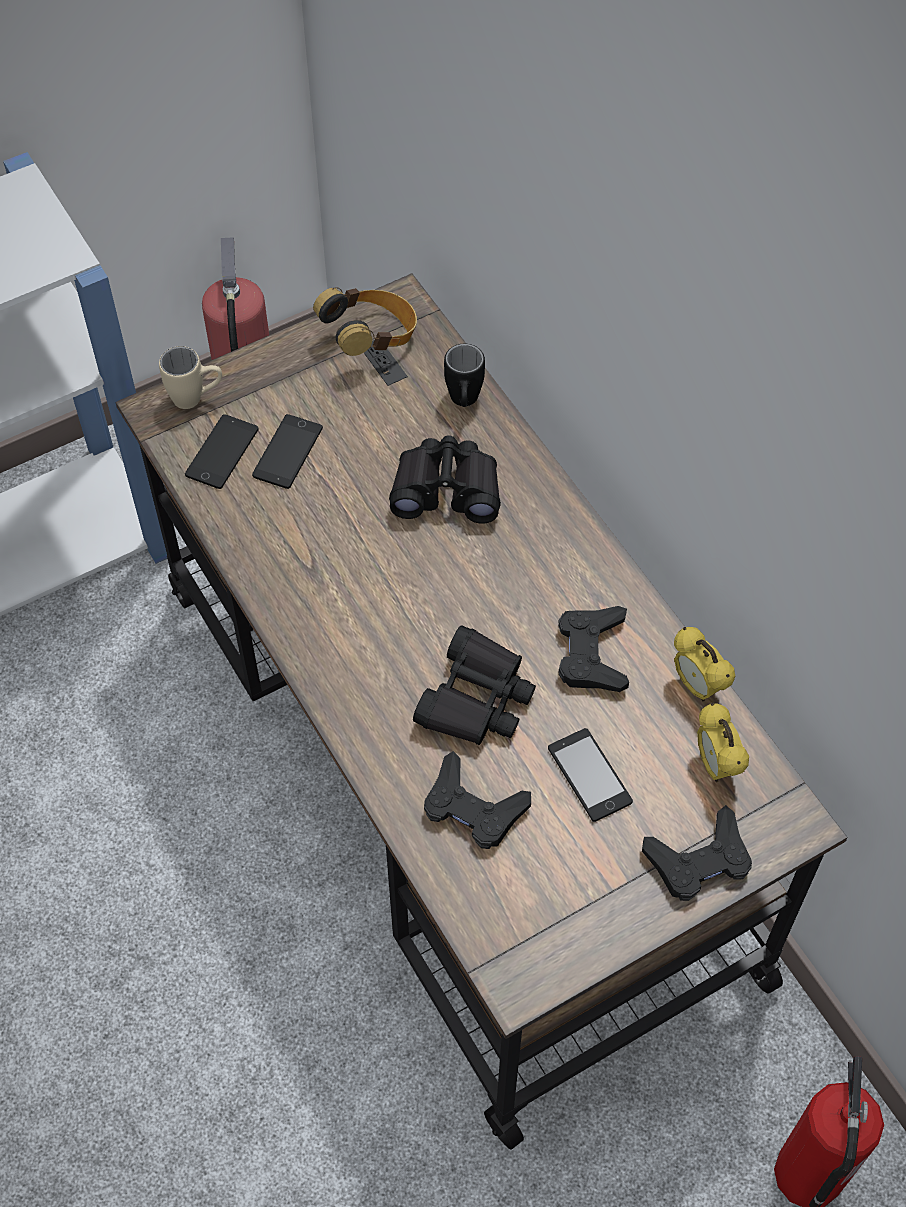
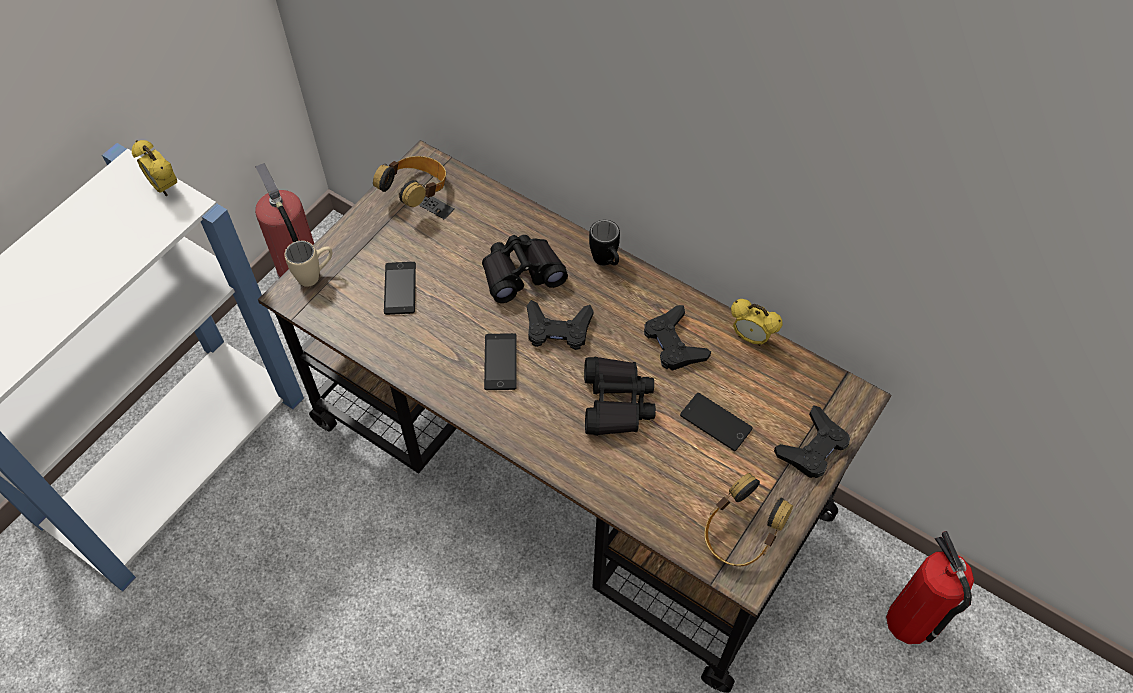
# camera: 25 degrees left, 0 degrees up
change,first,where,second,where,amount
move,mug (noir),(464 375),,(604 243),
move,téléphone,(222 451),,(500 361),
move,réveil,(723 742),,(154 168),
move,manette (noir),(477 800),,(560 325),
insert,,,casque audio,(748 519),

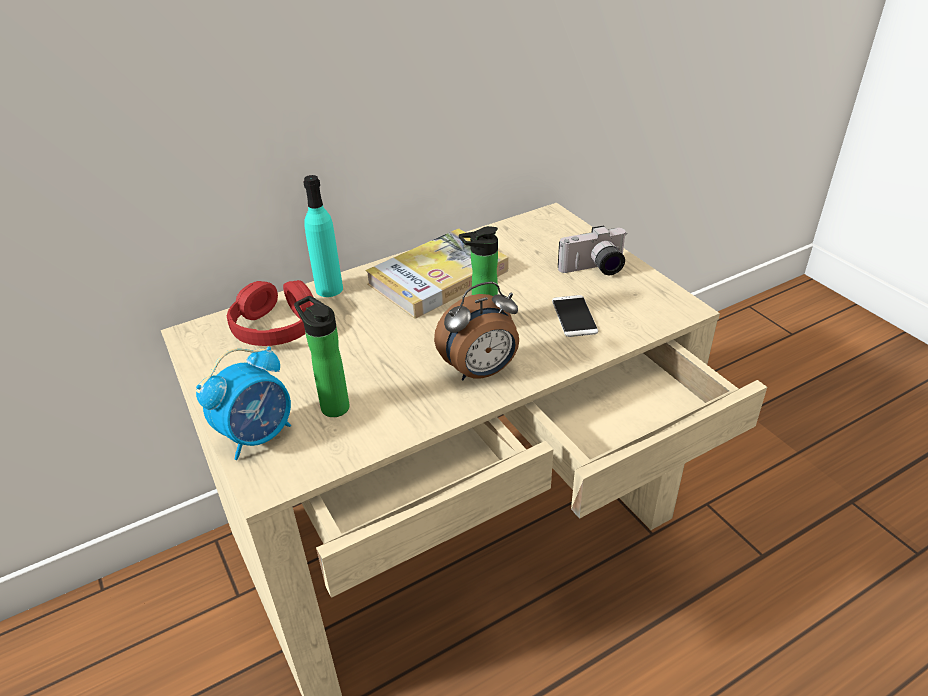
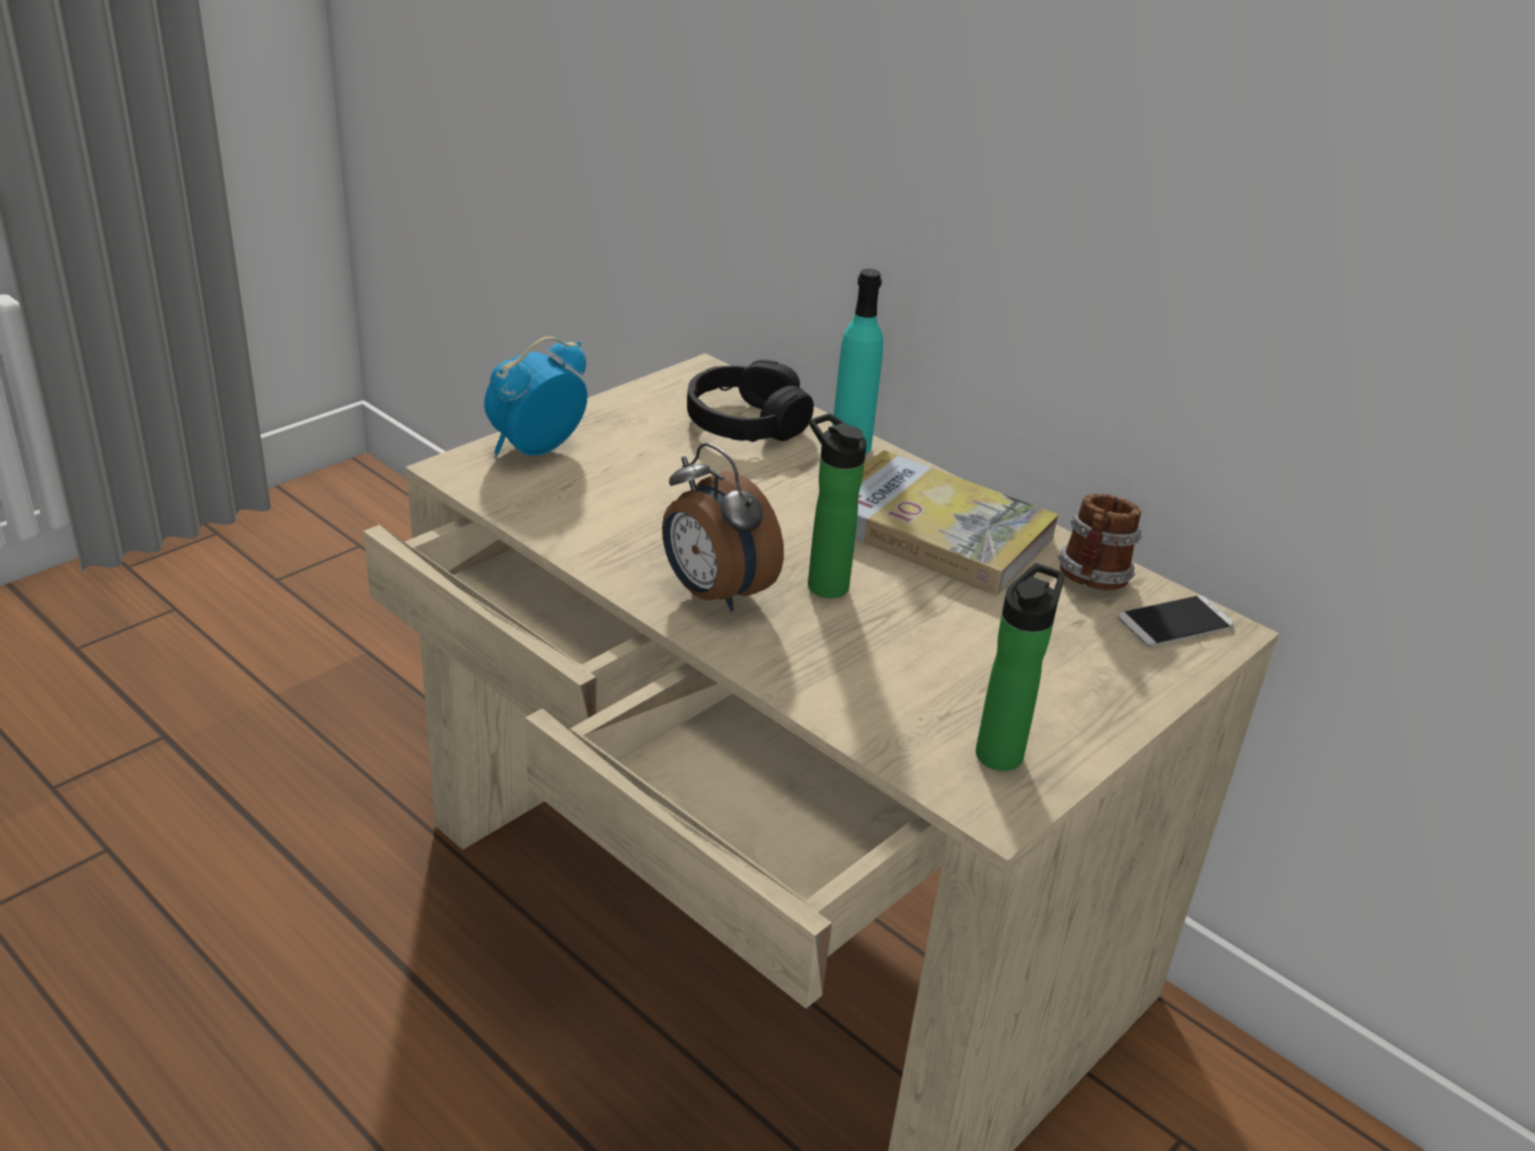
# camera: 70 degrees right, 5 degrees down
change,first,where,second,where,amount
delete,appareil photo,(592 250),,,
recolor,casque audio (rouge),(270 313),casque audio (noir),(750 401),
move,téléphone,(575 316),,(1176 620),
move,bouteille,(322 356),,(1020 667),
rotate,réveil,(243 403),,(536 396),105 degrees clockwise
insert,,,mug,(1100 542),

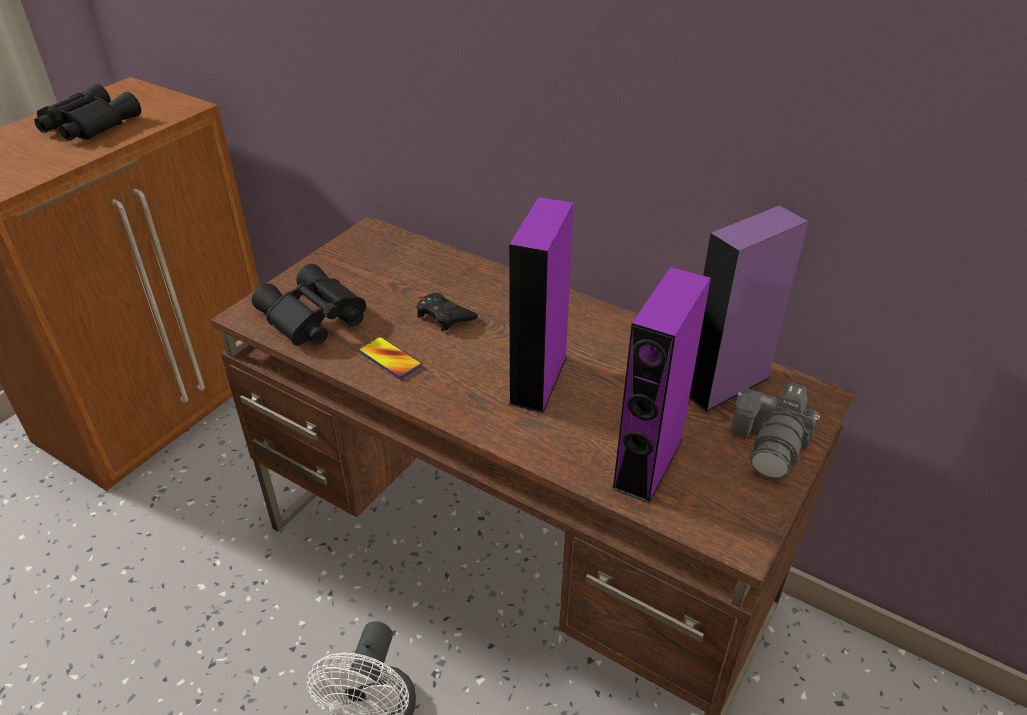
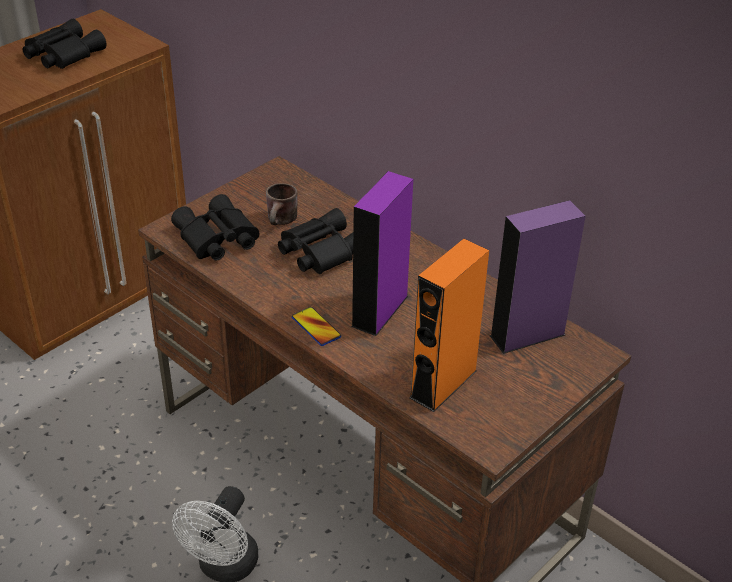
# camera: 10 degrees right, 0 degrees up
change,first,where,second,where,amount
recolor,enceinte (violet),(661 385),enceinte (orange),(449 325),
replace,manette (noir),(447 312),jumelles (noir),(315 241),
move,téléphone,(390 358),,(316 326),
delete,appareil photo,(775 430),,,
insert,,,mug (marron),(281 204),

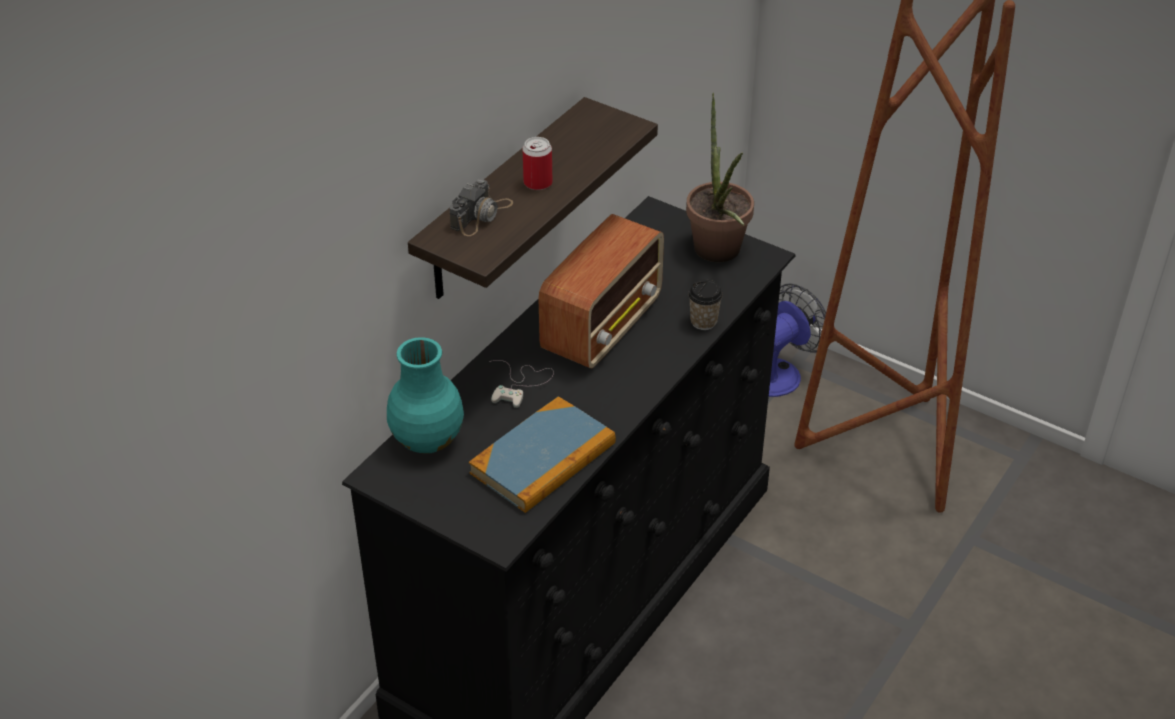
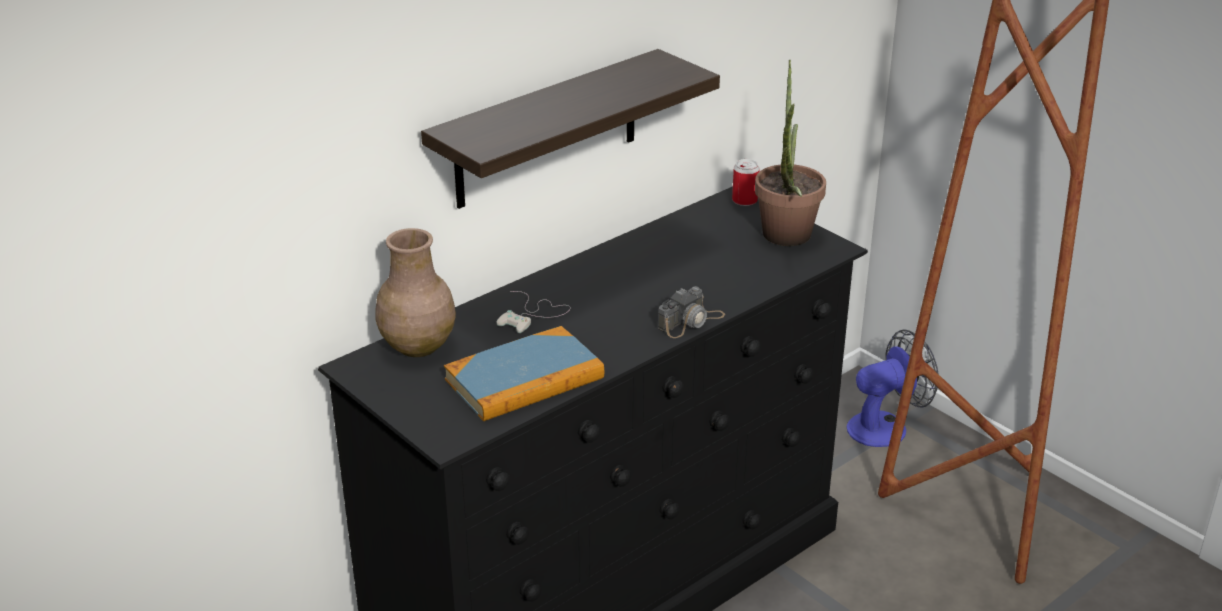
# camera: 15 degrees right, 10 degrees down
change,first,where,second,where,amount
move,boîte métallique,(537 163),,(746 182),
move,appareil photo,(481 207),,(691 312),
delete,radio,(601 291),,,
delete,tasse,(705 304),,,
recolor,vase (turquoise),(425 395),vase (marron),(415 292),

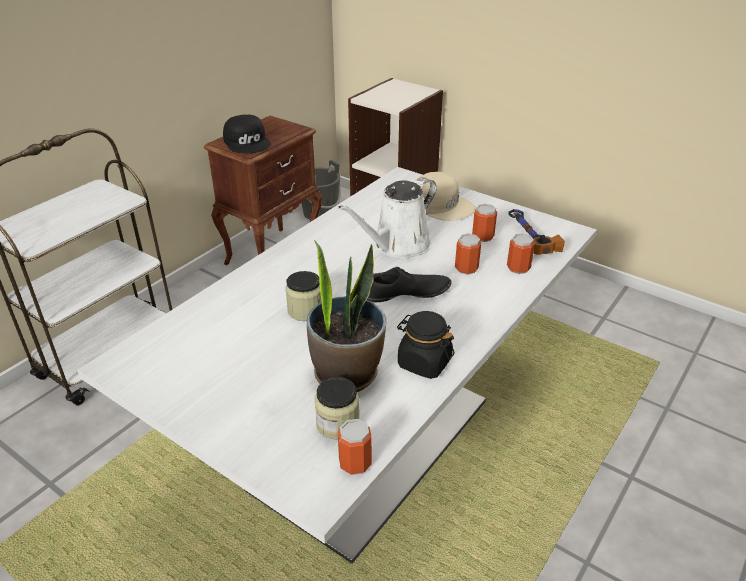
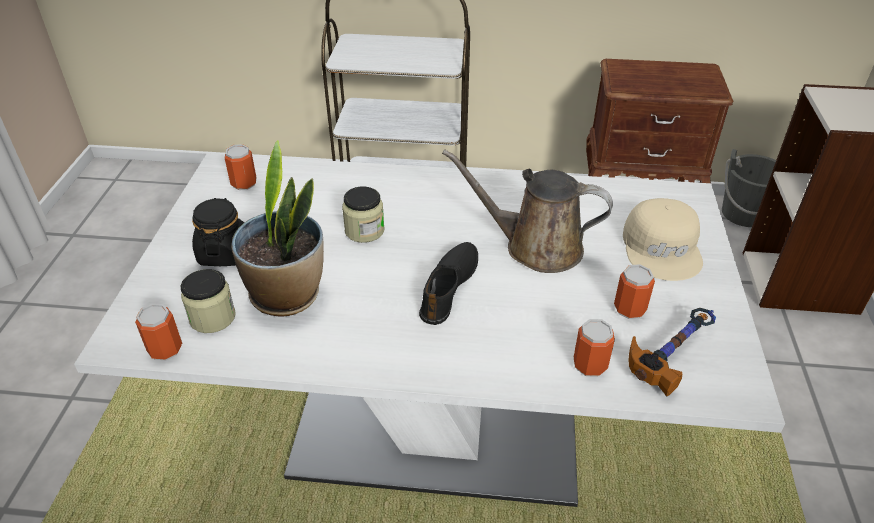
# camera: 60 degrees right, 5 degrees up
change,first,where,second,where,amount
delete,casquette (noir),(247 134),,,
recolor,arrosoir (blanc),(387 217),arrosoir (marron),(527 211),
move,boîte métallique,(468 254),,(241 167),
rotate,chaussure (noir),(409 284),,(448 283),120 degrees counterclockwise
move,bocal (noir),(425 345),,(218 232),

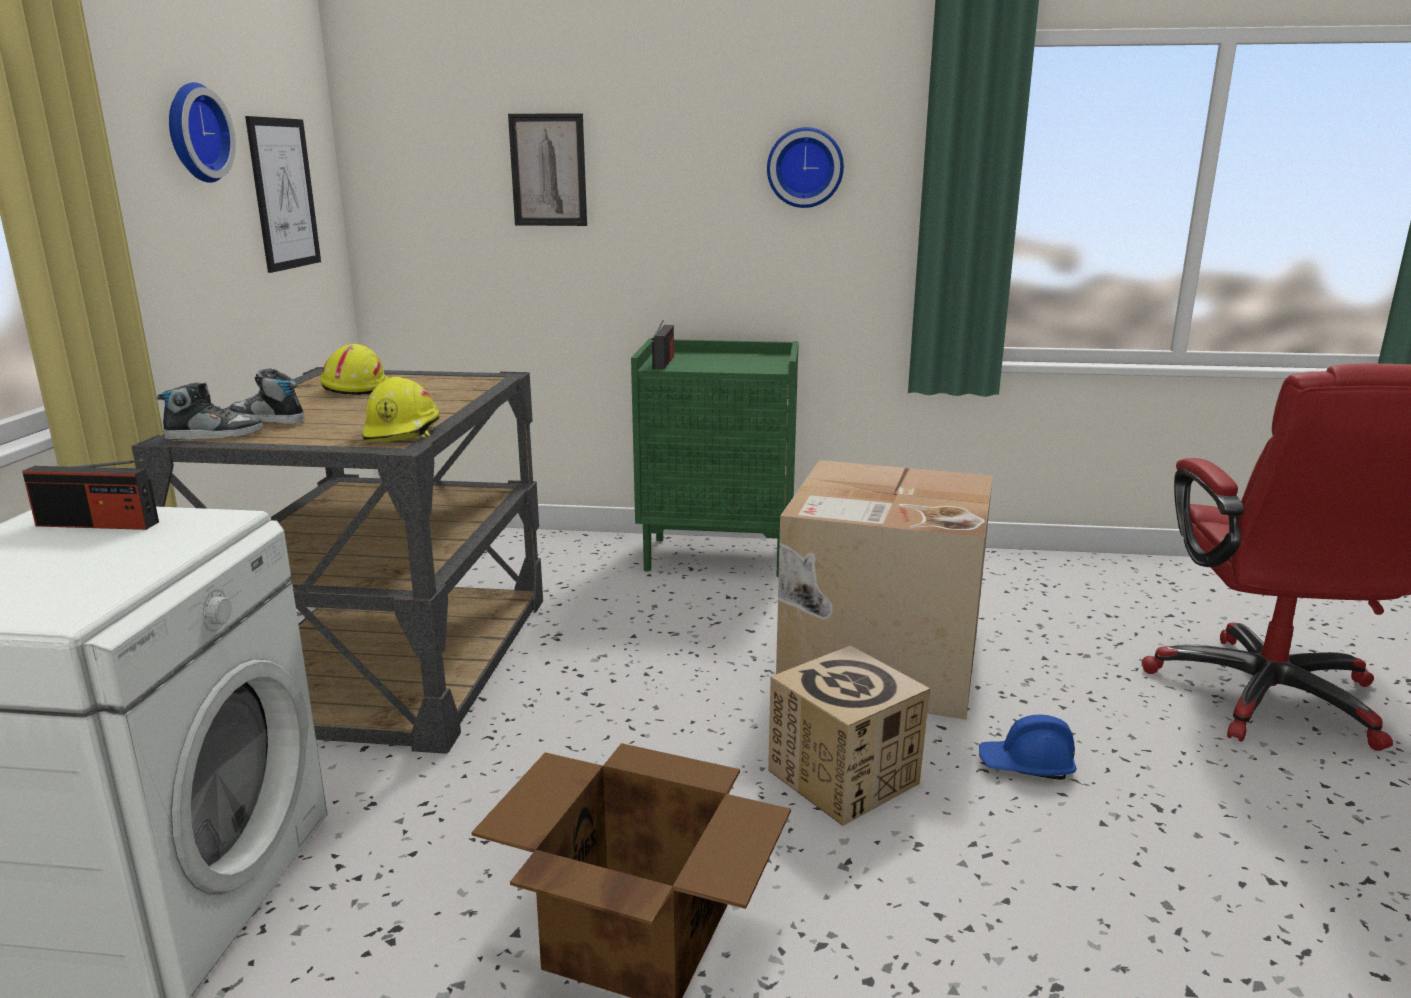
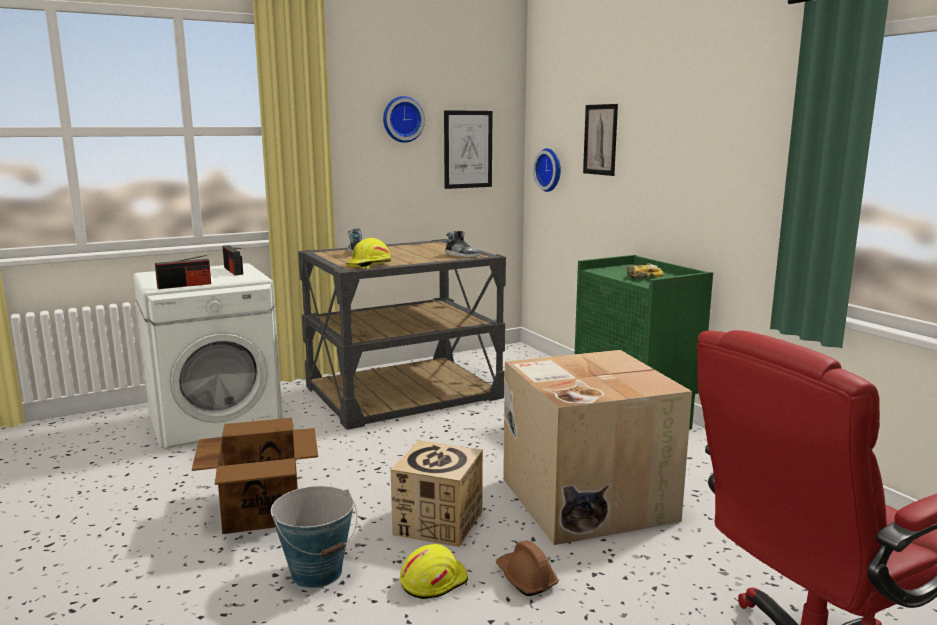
# camera: 55 degrees right, 5 degrees down
change,first,where,second,where,amount
move,horloge murale,(805 167),,(547 170),
move,radio,(663 345),,(183 272),
move,casque de chantier (jaune),(354 369),,(434 571),
move,chaussure,(210 411),,(462 244),
recolor,casque de chantier (bleu),(1027 747),casque de chantier (marron),(527 568),
insert,,,perceuse,(644 270),
insert,,,seau,(314 537),

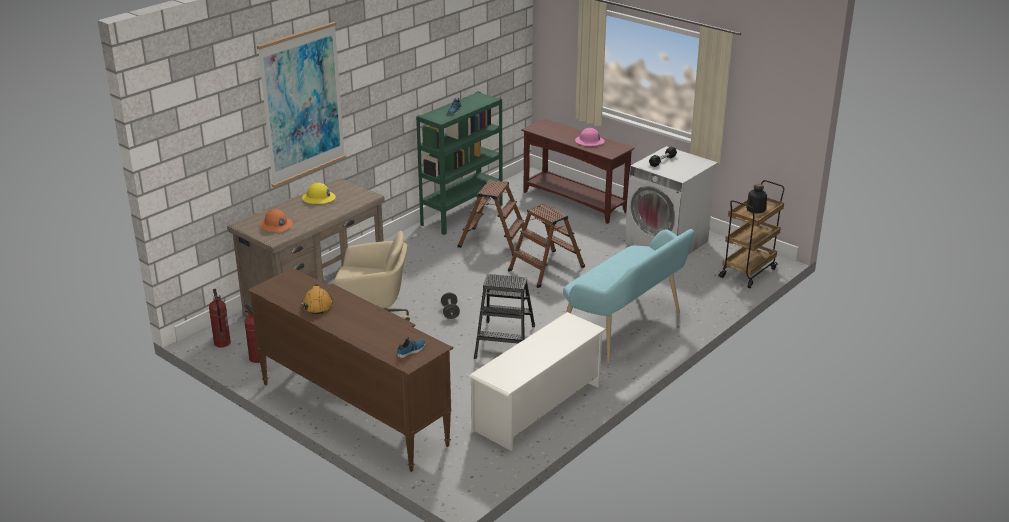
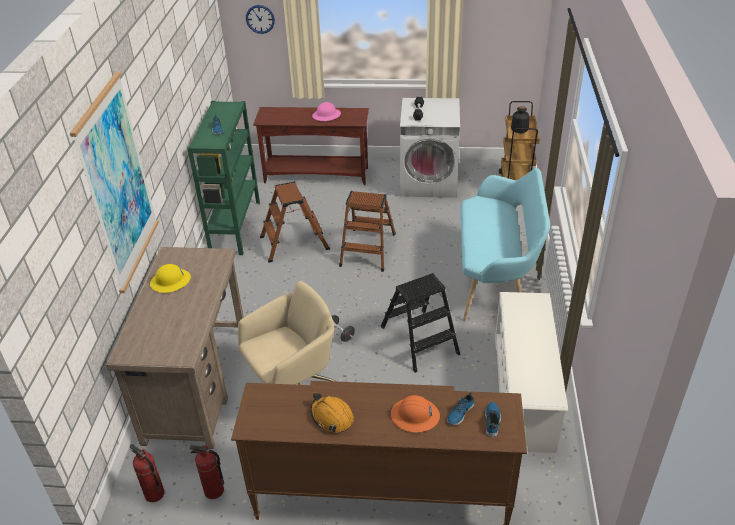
# camera: 35 degrees left, 10 degrees up
change,first,where,second,where,amount
move,casque de chantier (orange),(276 220),,(415 413),
insert,,,horloge murale,(260 19),
insert,,,chaussure,(460 409),

